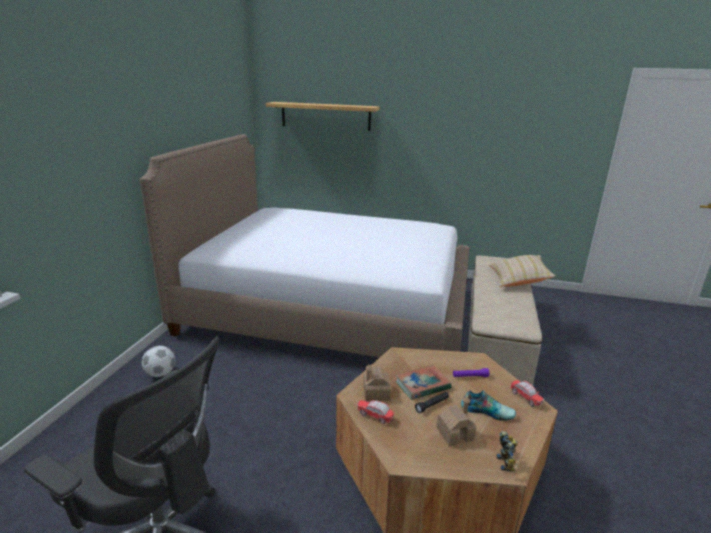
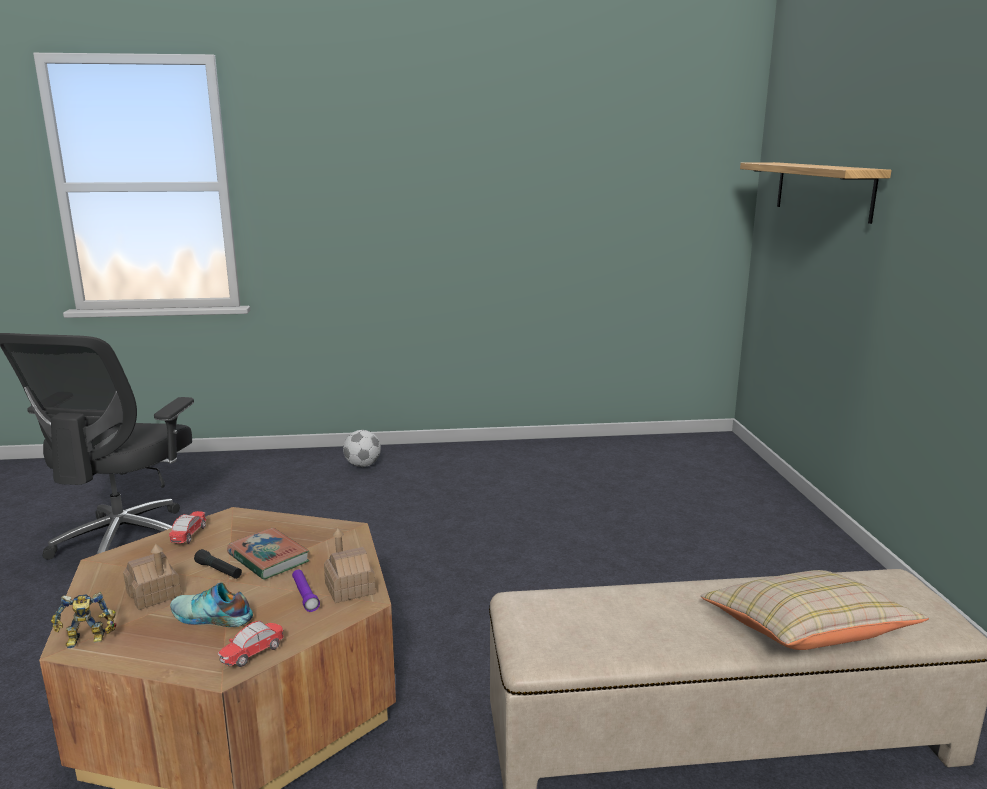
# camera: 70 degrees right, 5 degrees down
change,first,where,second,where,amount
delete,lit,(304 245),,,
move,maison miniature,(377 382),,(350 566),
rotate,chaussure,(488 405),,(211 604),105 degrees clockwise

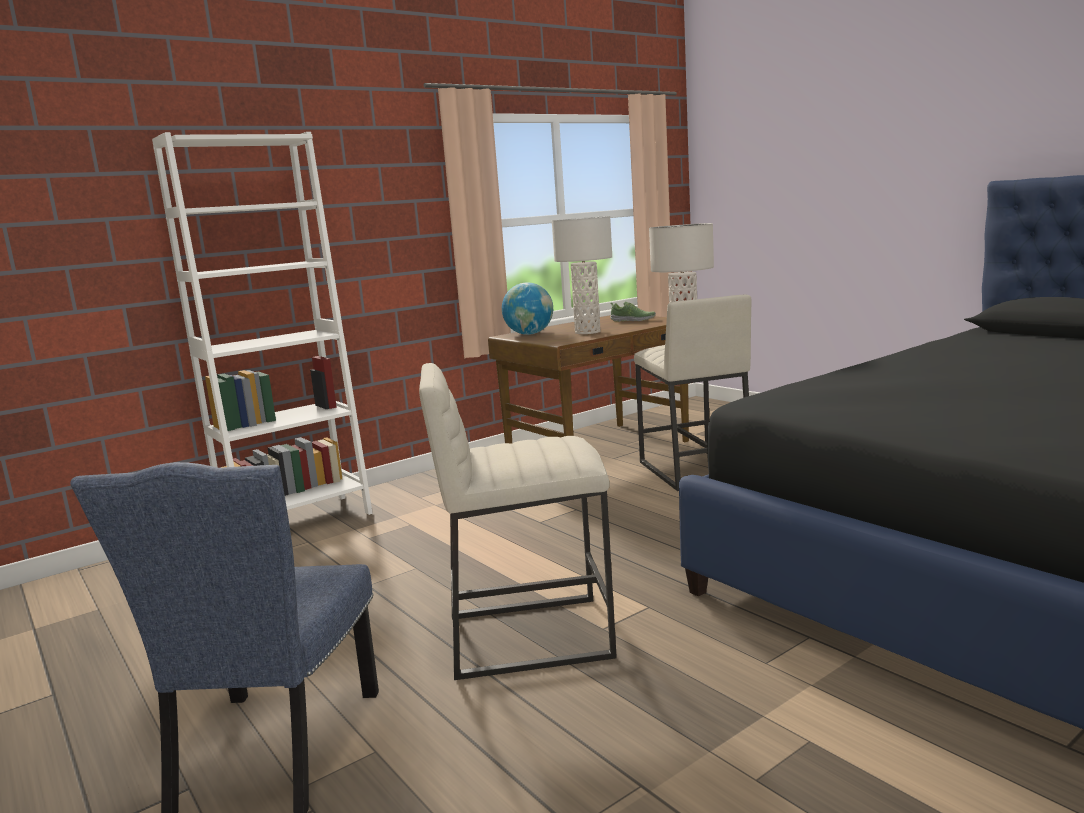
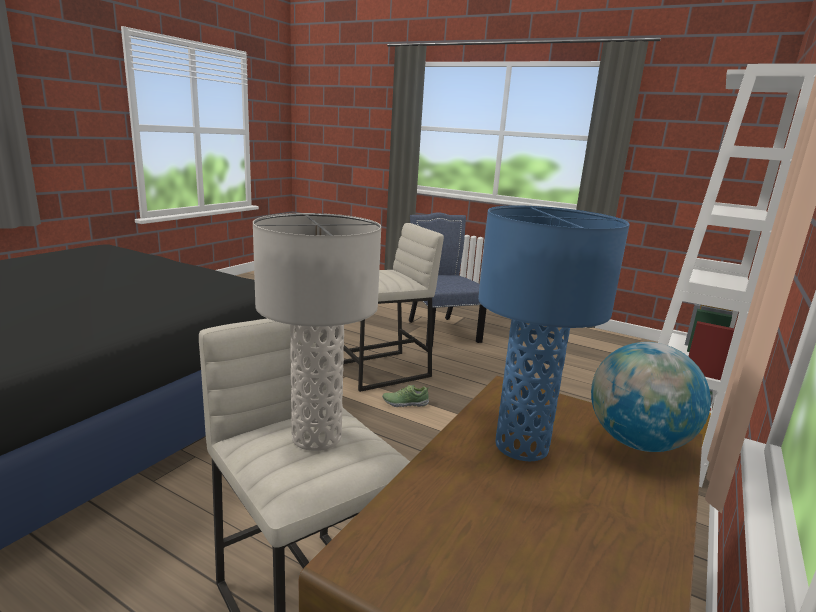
# camera: 155 degrees right, 5 degrees up
change,first,where,second,where,amount
recolor,lampe de table (blanc),(582 275),lampe de table (bleu),(554 333),
move,chaussure,(633 312),,(406 396),

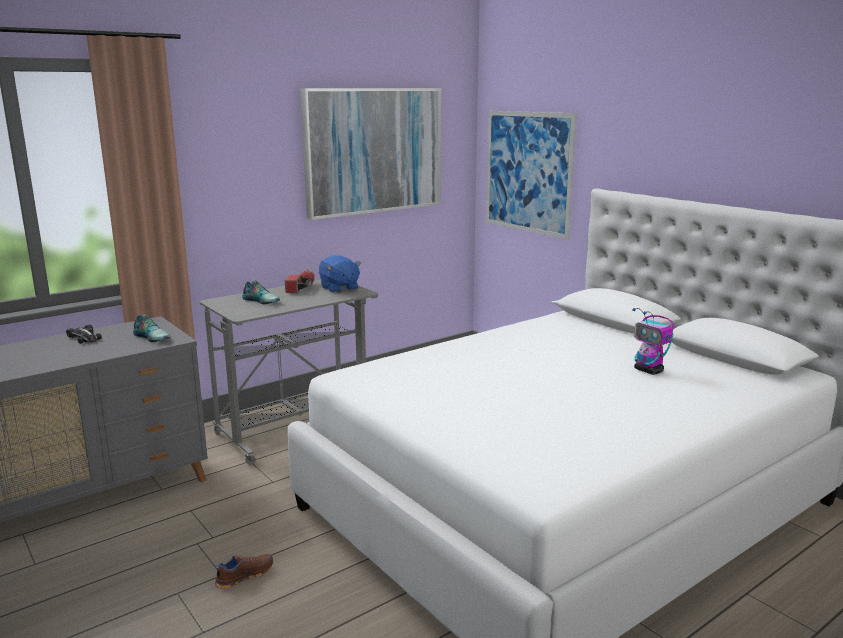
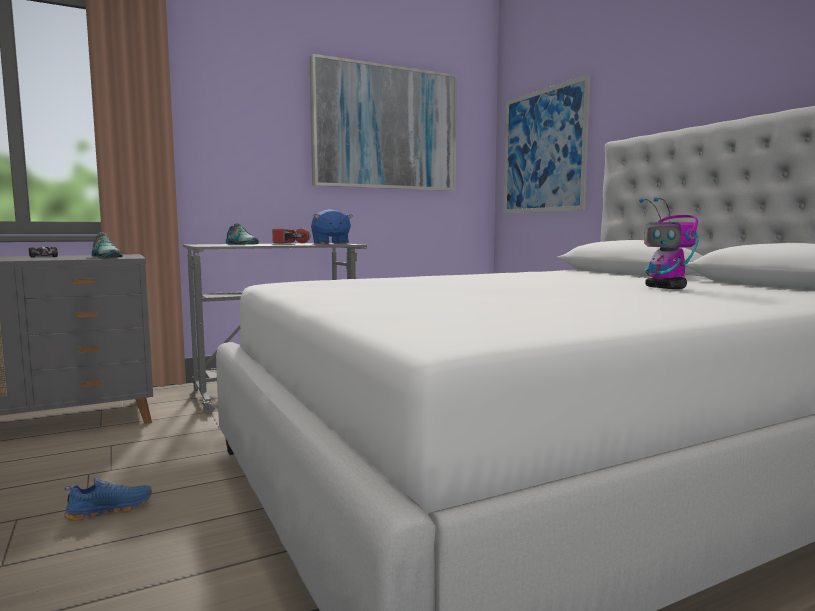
# camera: 10 degrees right, 10 degrees down
change,first,where,second,where,amount
recolor,chaussure (marron),(244 571),chaussure (bleu),(108 499),

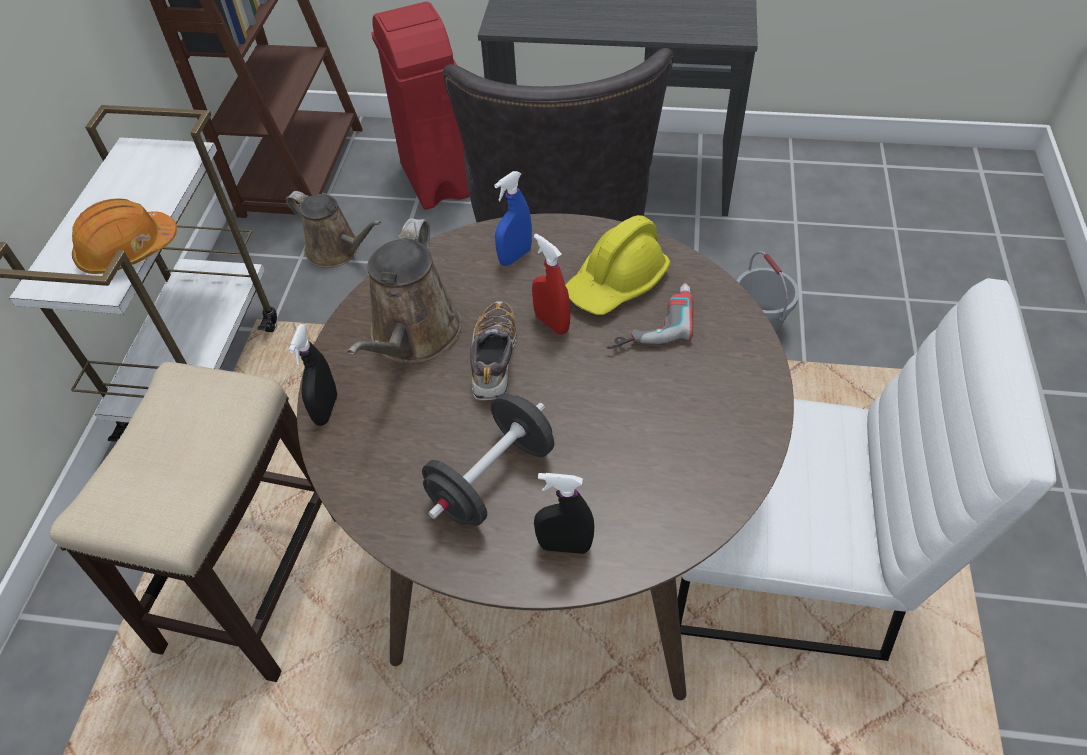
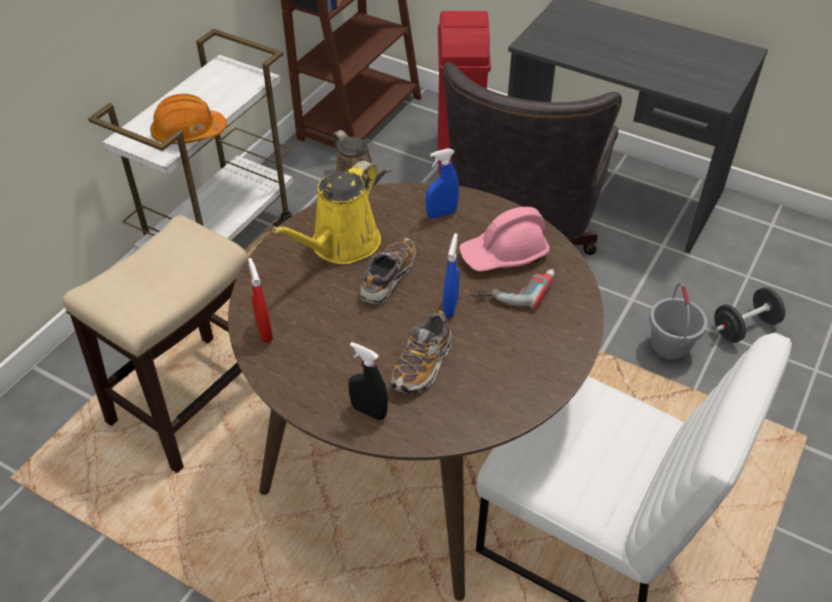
# camera: 20 degrees right, 5 degrees down
change,first,where,second,where,amount
recolor,casque de chantier (jaune),(617 265),casque de chantier (rose),(504 239),
recolor,arrosoir (marron),(404 290),arrosoir (jaune),(326 212),
move,vaporisateur (rouge),(551 284),,(260 300),
delete,vaporisateur (noir),(312 375),,,
move,haltère (noir),(488 459),,(749 315),
insert,,,vaporisateur (bleu),(451 275),
insert,,,chaussure,(421 352),

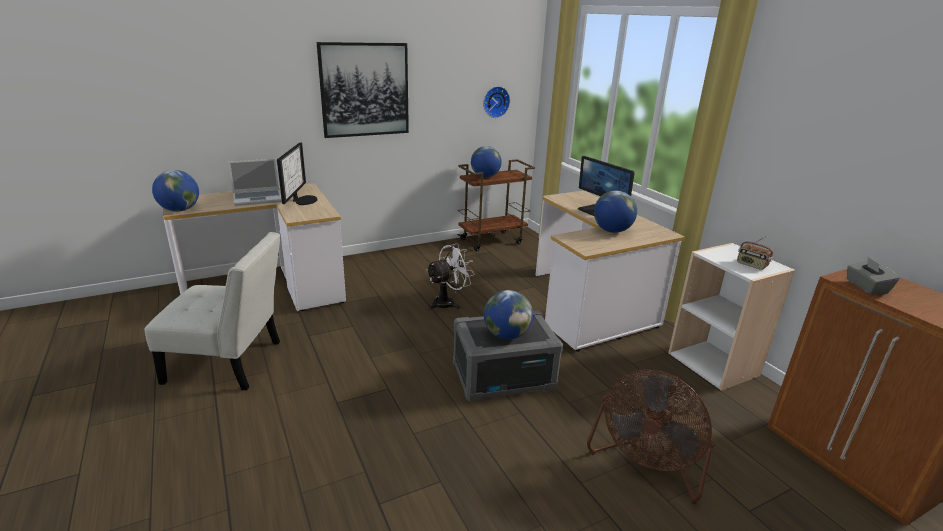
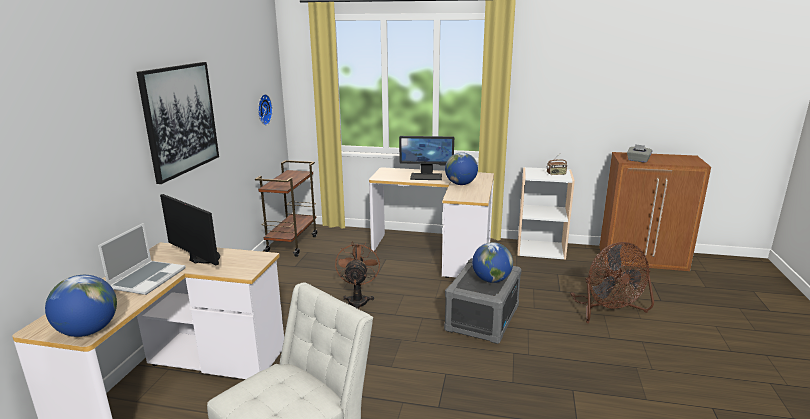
# camera: 50 degrees left, 5 degrees down
change,first,where,second,where,amount
delete,globe,(486 162),,,
recolor,ventilateur (blanc),(450 276),ventilateur (marron),(357 275),

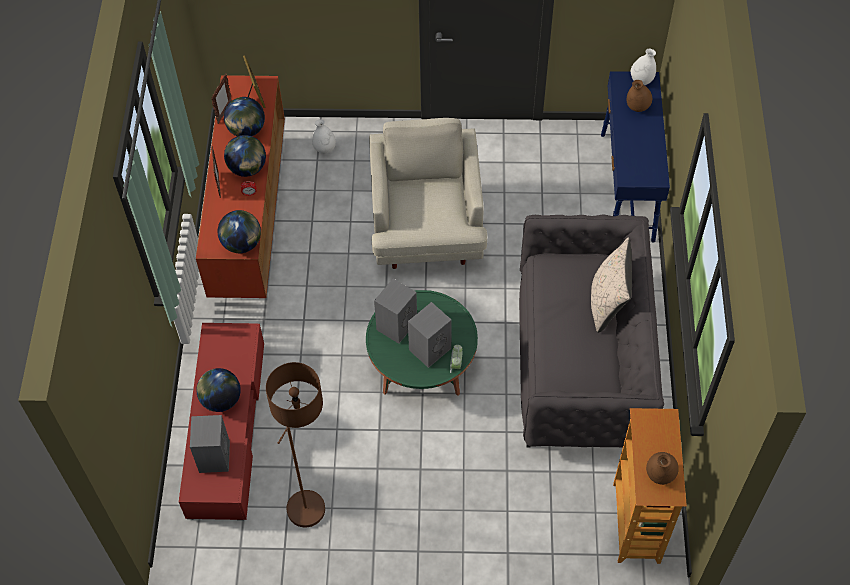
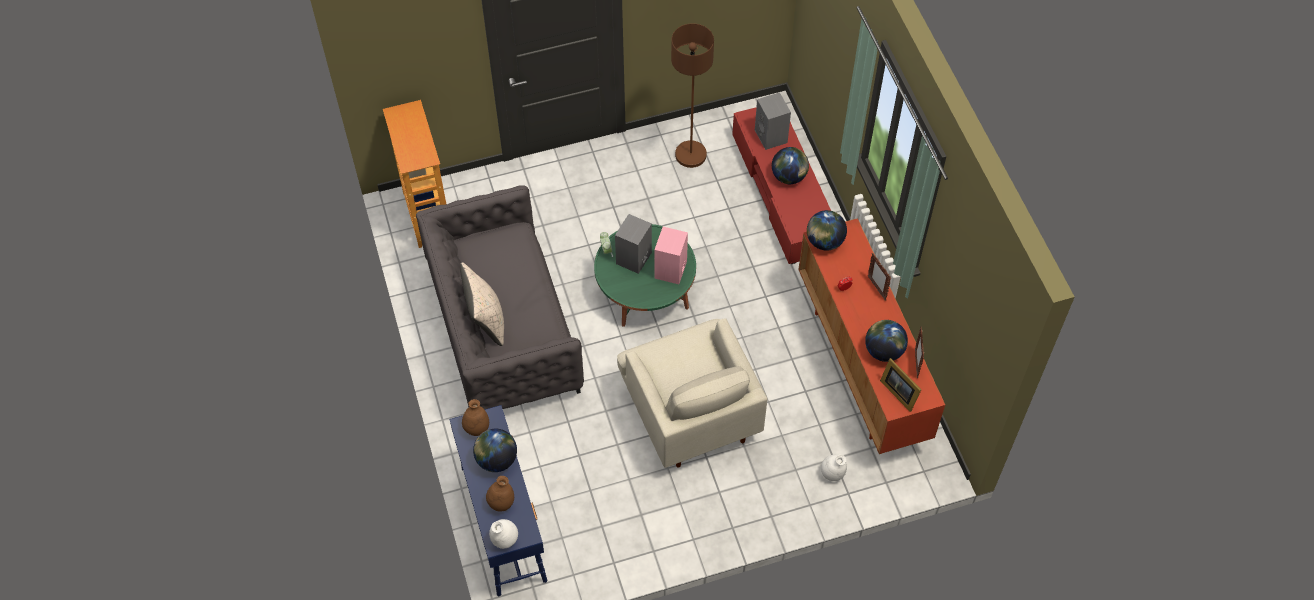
# camera: 160 degrees right, 0 degrees up
change,first,where,second,where,amount
move,globe,(245 156),,(495 450),
recolor,enceinte (gris),(395 311),enceinte (rose),(671 255),
move,vase (marron),(662 468),,(475 417),

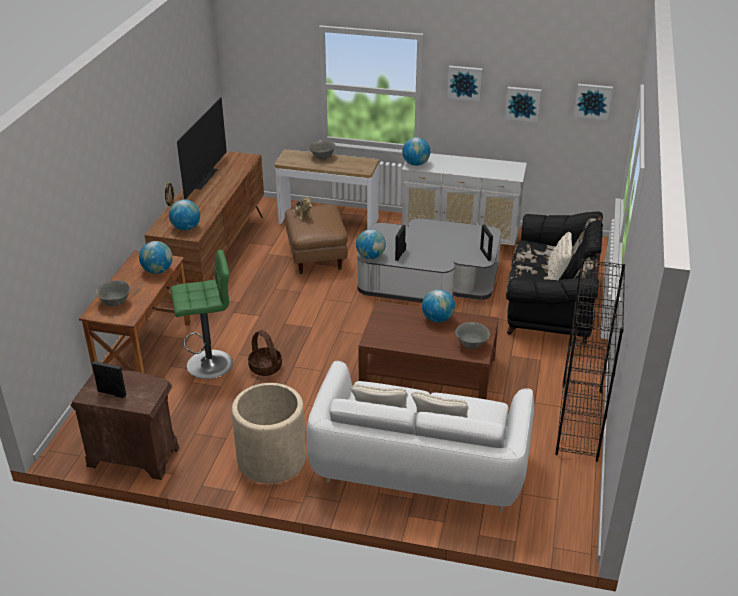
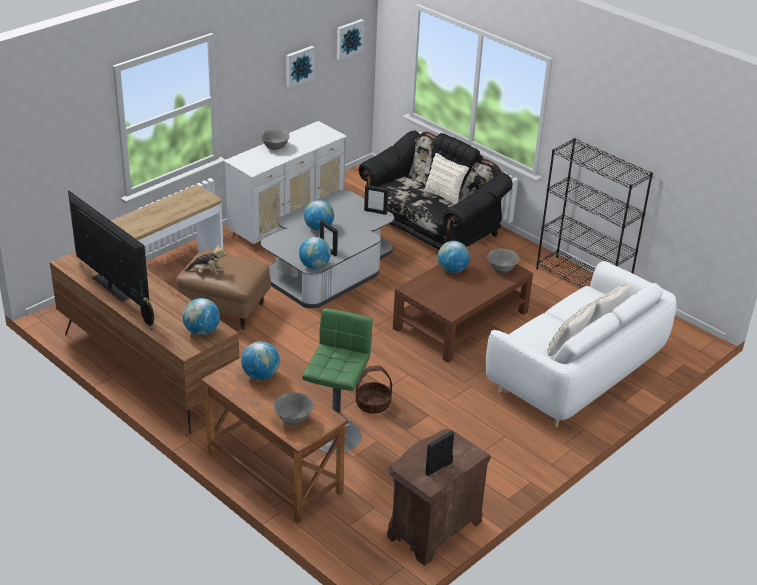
# camera: 60 degrees left, 0 degrees up
change,first,where,second,where,amount
delete,tableau,(465 84),,,
move,globe,(416 151),,(319 215),
move,bol (gris),(322 150),,(275 139),
delete,cache-pot (beige),(269 433),,,

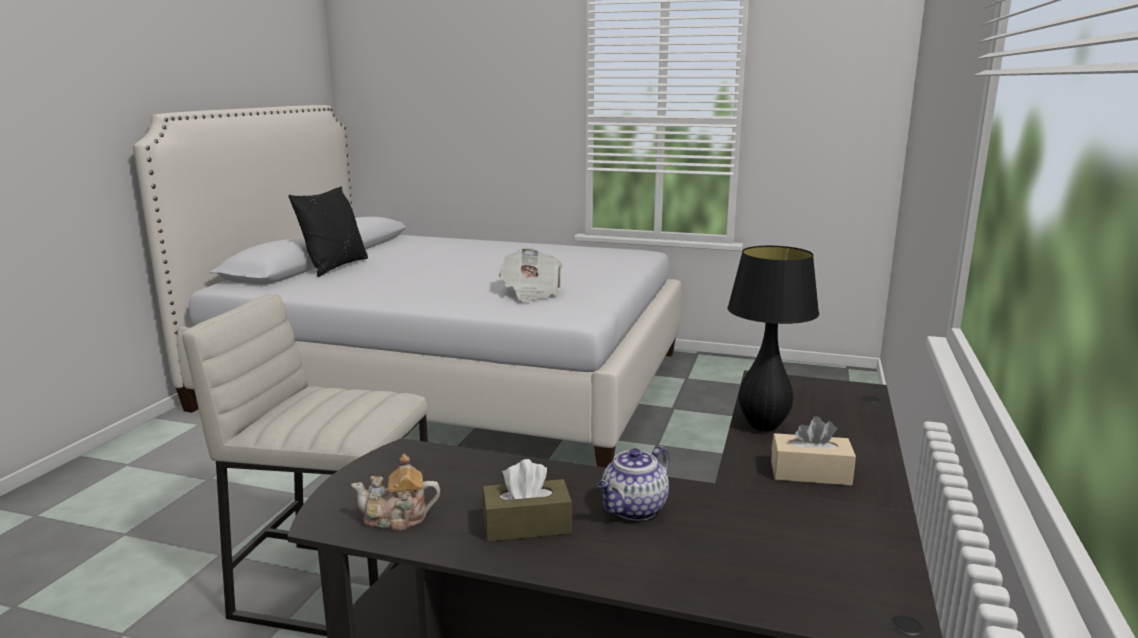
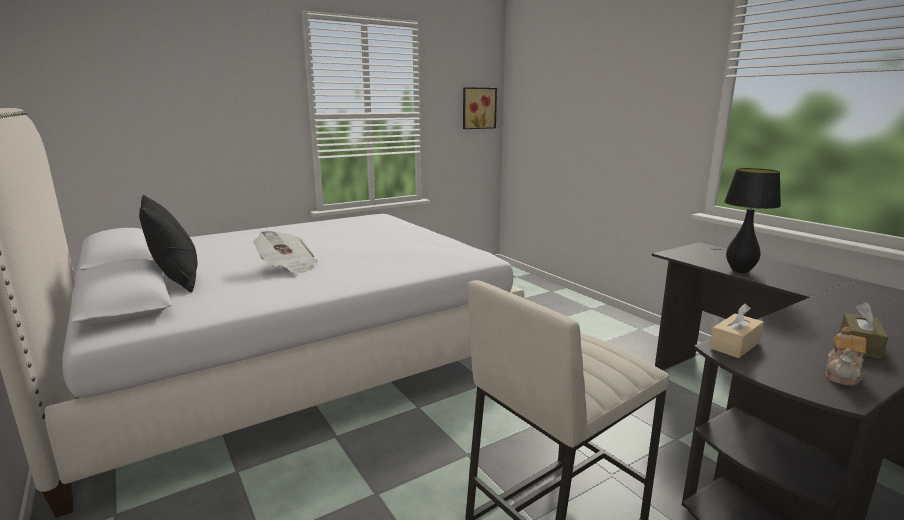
# camera: 50 degrees left, 0 degrees up
change,first,where,second,where,amount
move,journal,(530 274),,(285 252),
move,boîte à mouchoirs (beige),(813 451),,(736 331),
delete,théière,(633 483),,,
insert,,,tableau,(480 108),

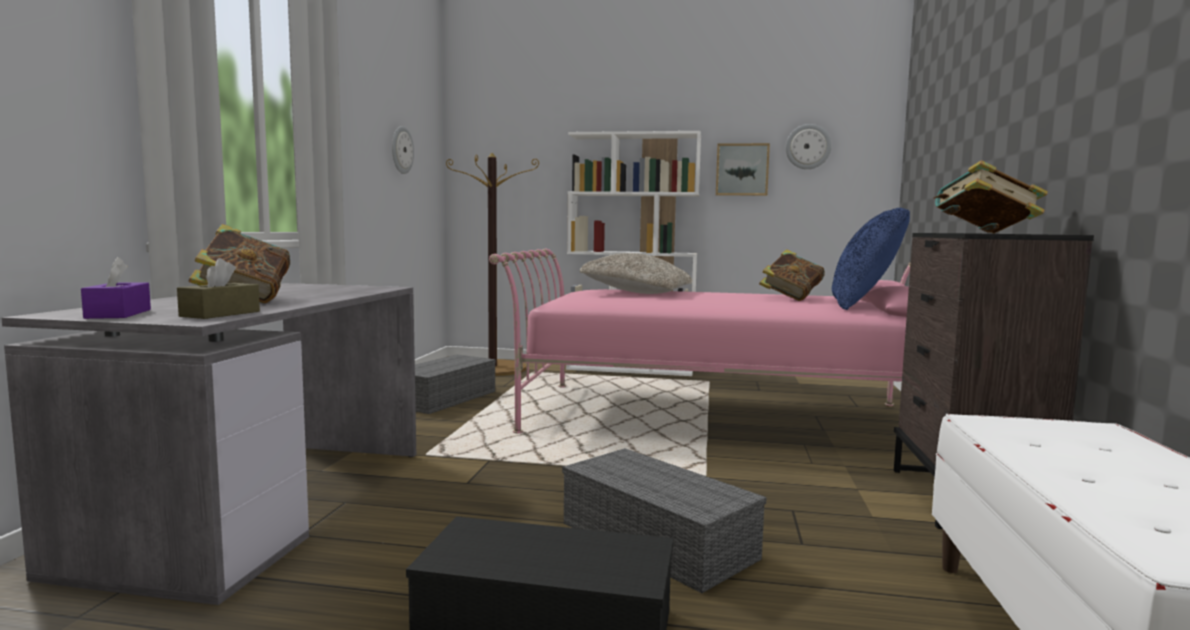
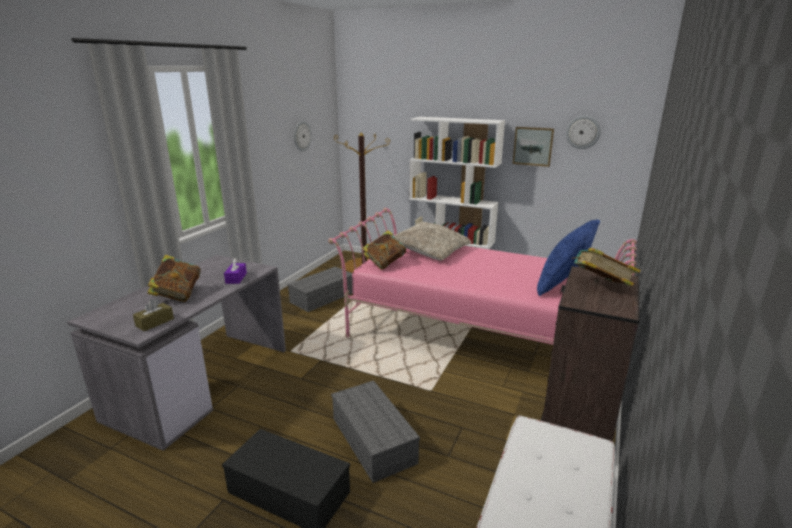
# camera: 15 degrees right, 15 degrees up
change,first,where,second,where,amount
move,livre,(792 275),,(384 250),
move,boîte à mouchoirs (violet),(116 288),,(235 271),

